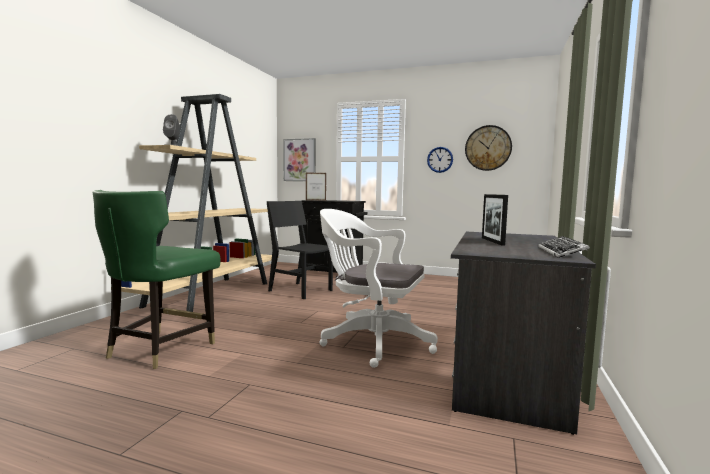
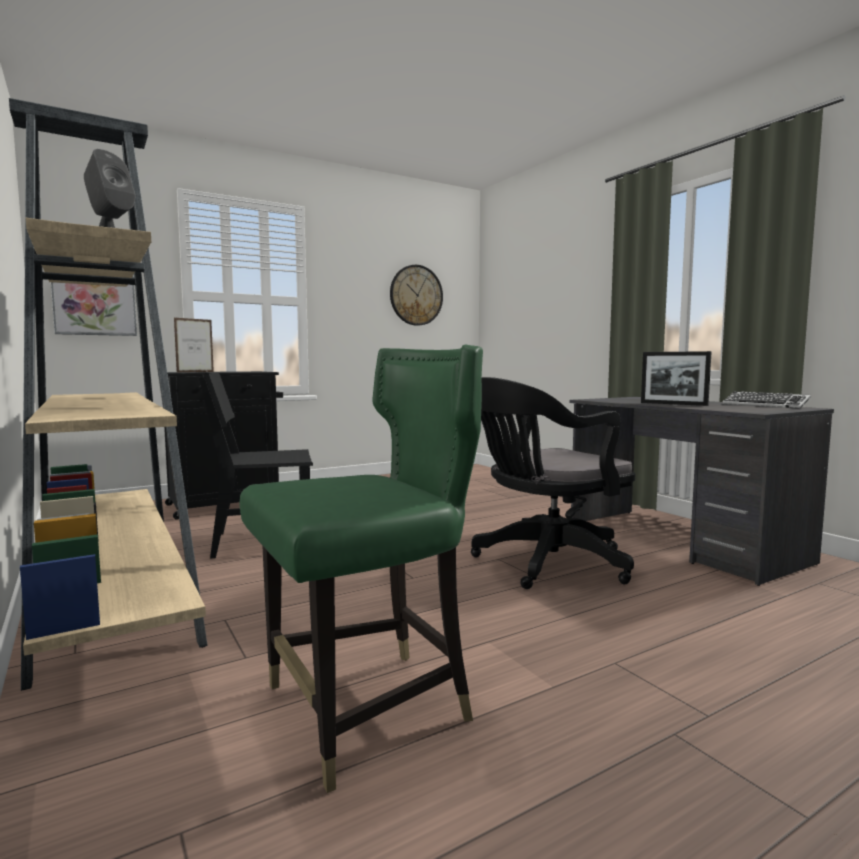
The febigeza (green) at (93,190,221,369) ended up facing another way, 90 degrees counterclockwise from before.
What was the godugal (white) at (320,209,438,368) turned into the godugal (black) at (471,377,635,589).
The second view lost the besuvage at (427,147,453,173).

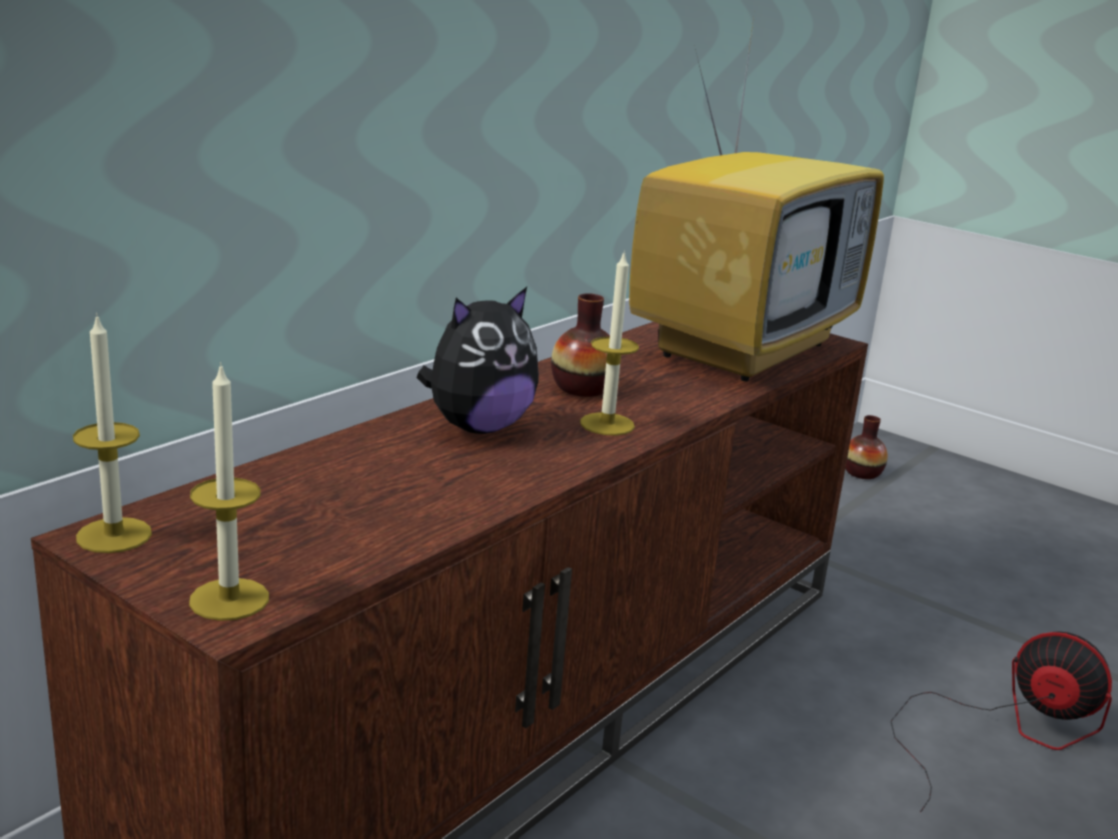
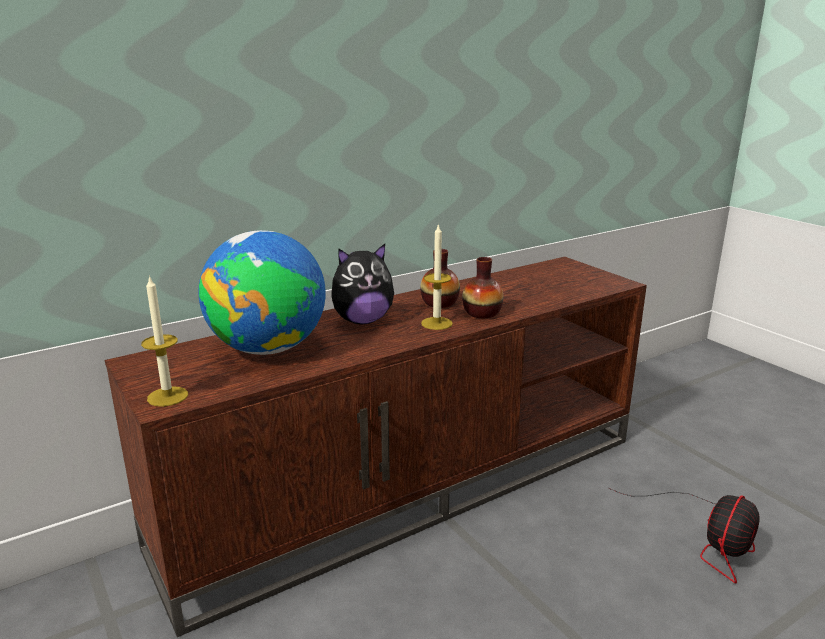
The second view gained the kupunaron at (198,230,326,355).
The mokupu ended up elsewhere, having gone from (845,415,888,479) to (462,257,504,318).
The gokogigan at (891,631,1112,812) ended up facing another way, 75 degrees clockwise from before.
The second view lost the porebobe at (73,313,152,553).
The second view lost the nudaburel at (629,17,884,382).

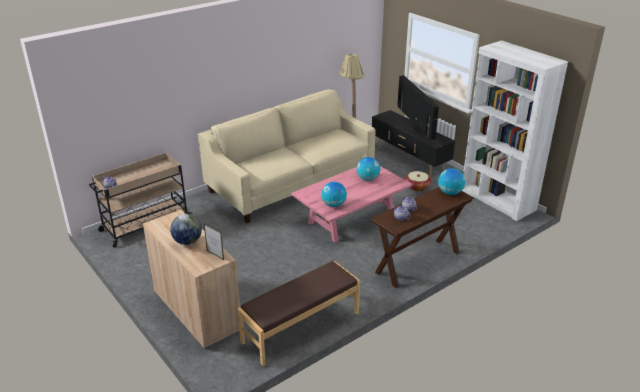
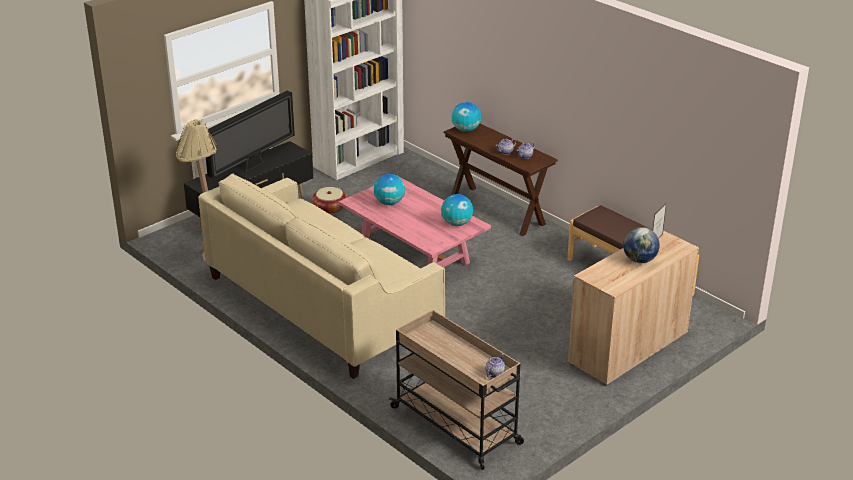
The nudaburel at (397,75,439,140) ended up facing another way, 150 degrees clockwise from before.

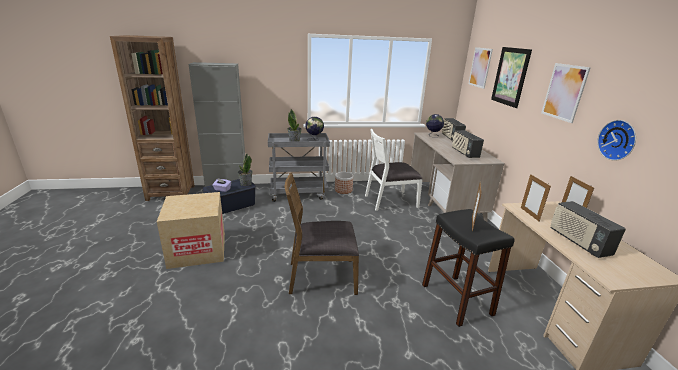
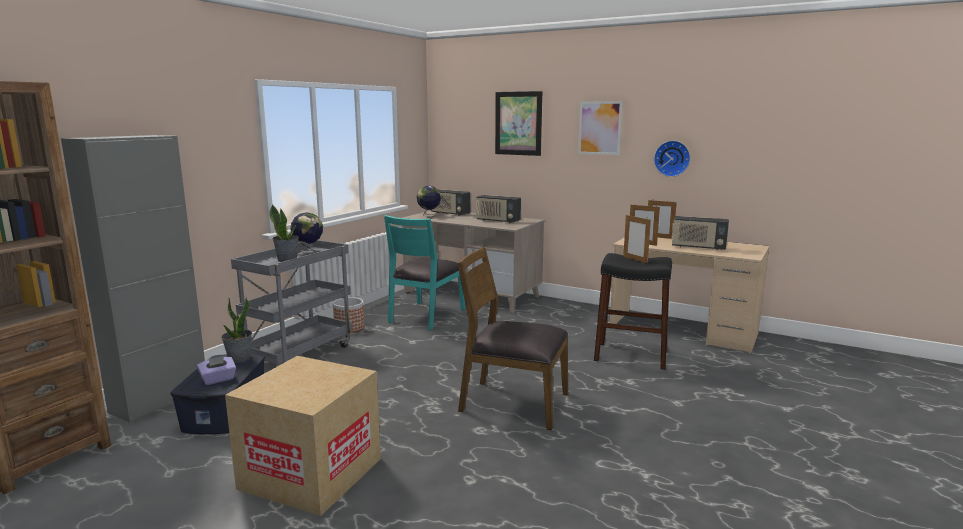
What was the febigeza (white) at (365,129,422,211) turned into the febigeza (turquoise) at (384,215,465,330).
The febigeza (brown) at (285,173,359,295) ended up facing another way, 75 degrees clockwise from before.
The second view lost the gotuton at (469,47,493,89).

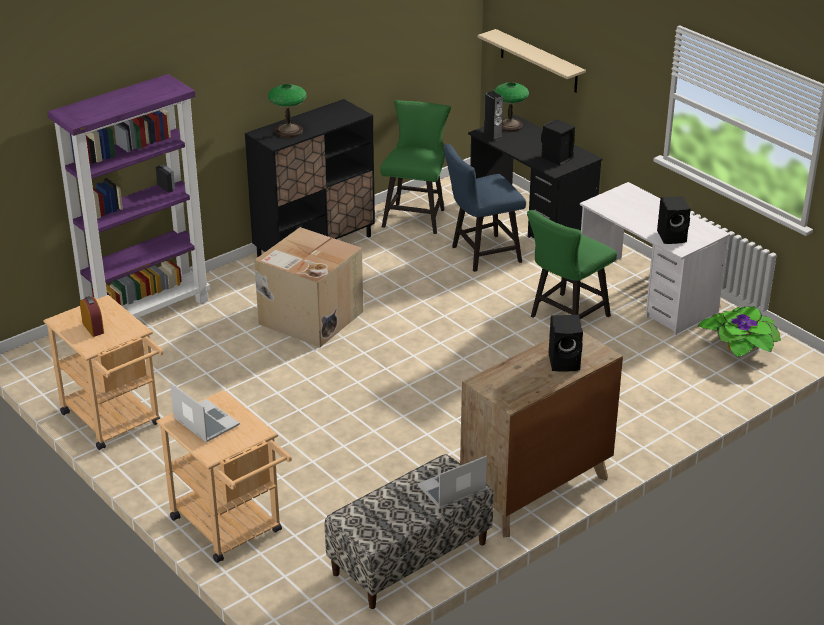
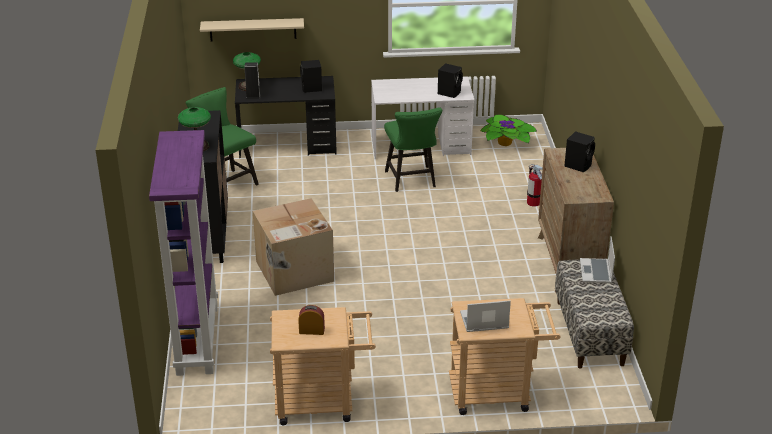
The second view gained the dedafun at (527,164,543,206).
The second view lost the febigeza (blue) at (444,144,526,272).

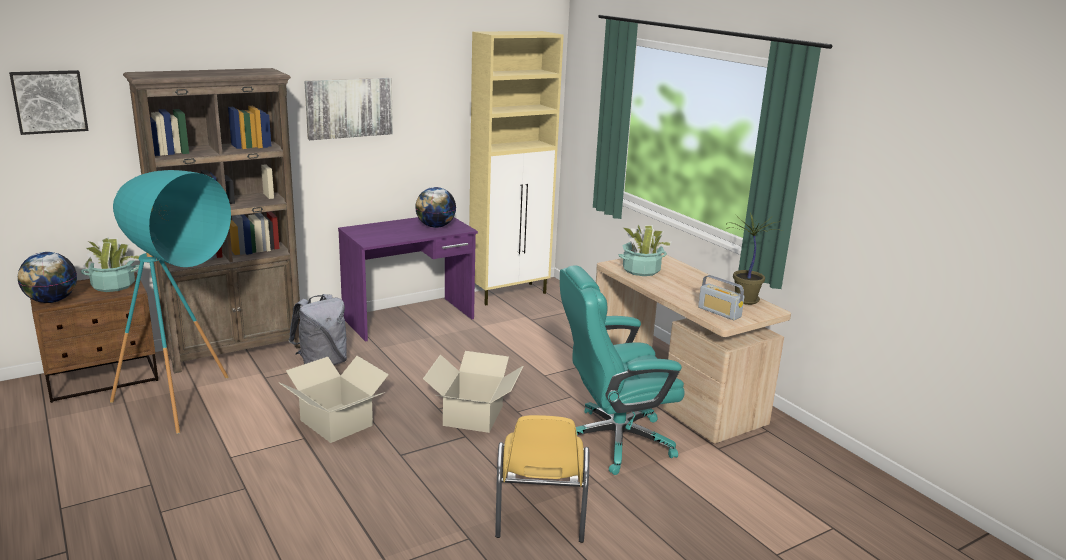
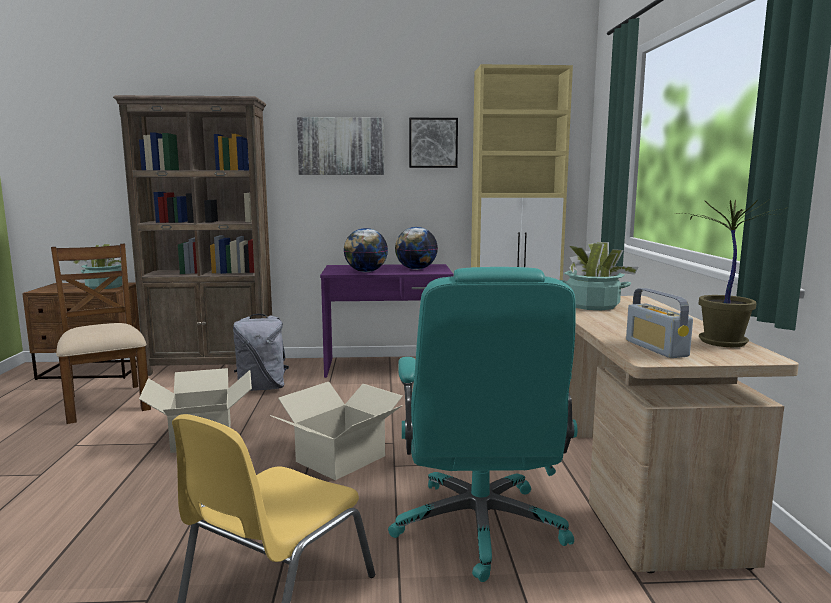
Where the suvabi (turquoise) stood at (110,170,231,434), the febigeza (brown) came to stand at (51,244,151,424).
The kupunaron ended up elsewhere, having gone from (18,252,77,303) to (344,228,388,272).
The godugal (turquoise) at (560,265,685,475) ended up facing another way, 105 degrees counterclockwise from before.
The gotuton ended up elsewhere, having gone from (9,70,89,135) to (409,118,458,168).

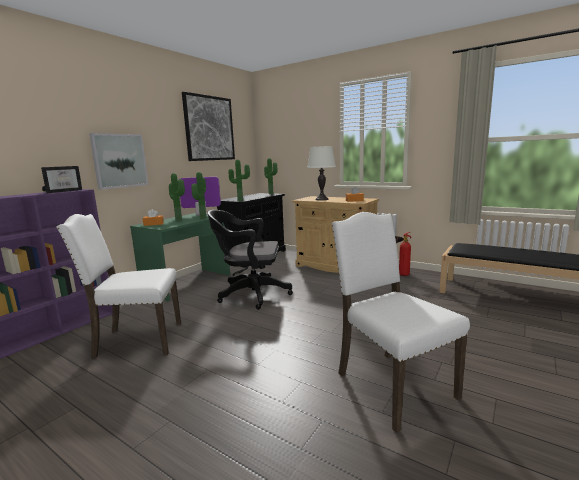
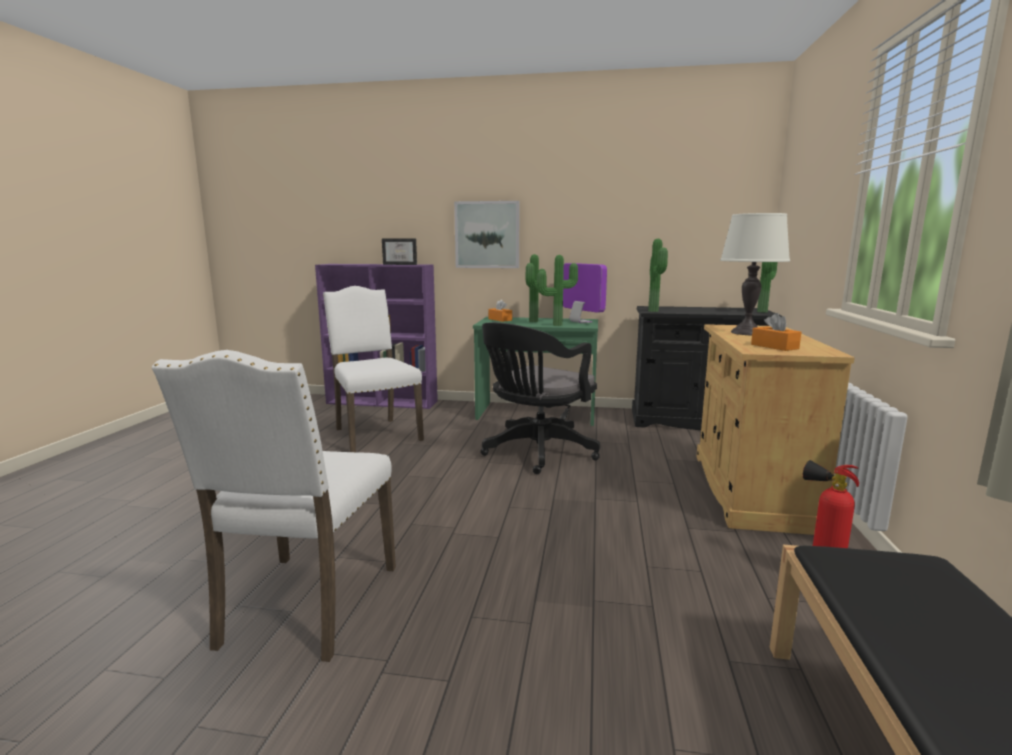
The febigeza (white) at (332,212,470,433) ended up facing another way, 150 degrees clockwise from before.
The godugal (black) at (207,210,293,310) ended up facing another way, 120 degrees counterclockwise from before.
The second view lost the gotuton at (182,92,235,161).

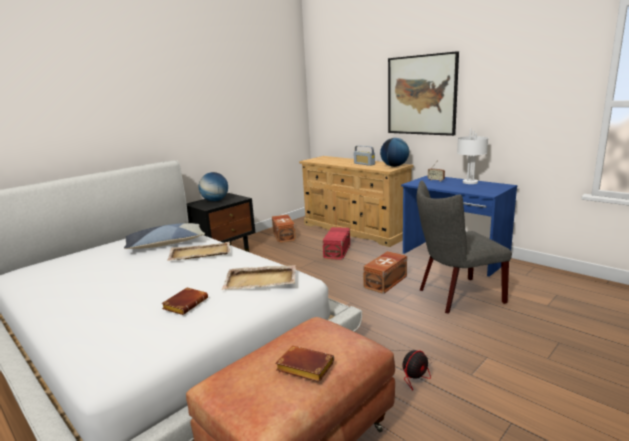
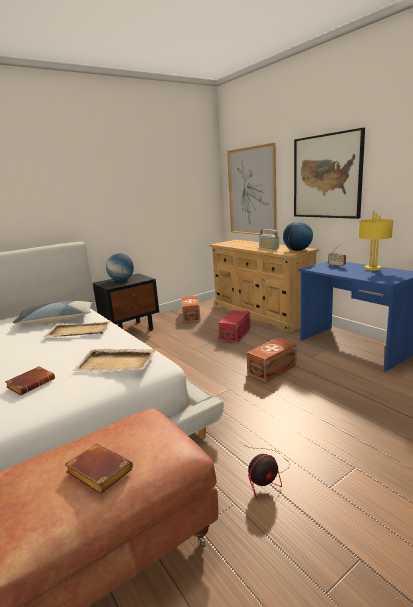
The second view gained the gotuton at (227,143,277,235).
What was the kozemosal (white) at (457,129,488,184) turned into the kozemosal (yellow) at (359,210,393,271).
The second view lost the febigeza (grey) at (417,180,512,314).

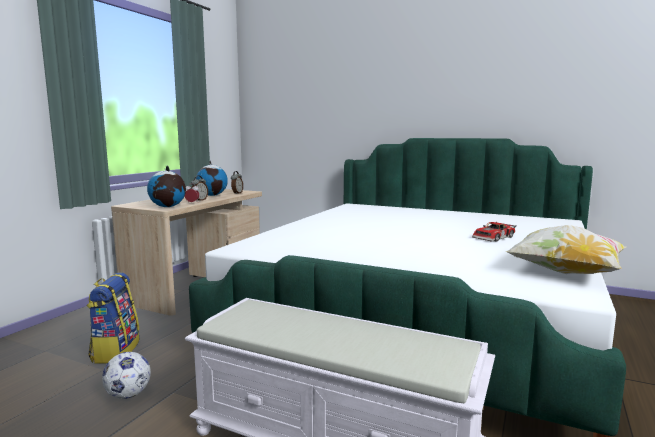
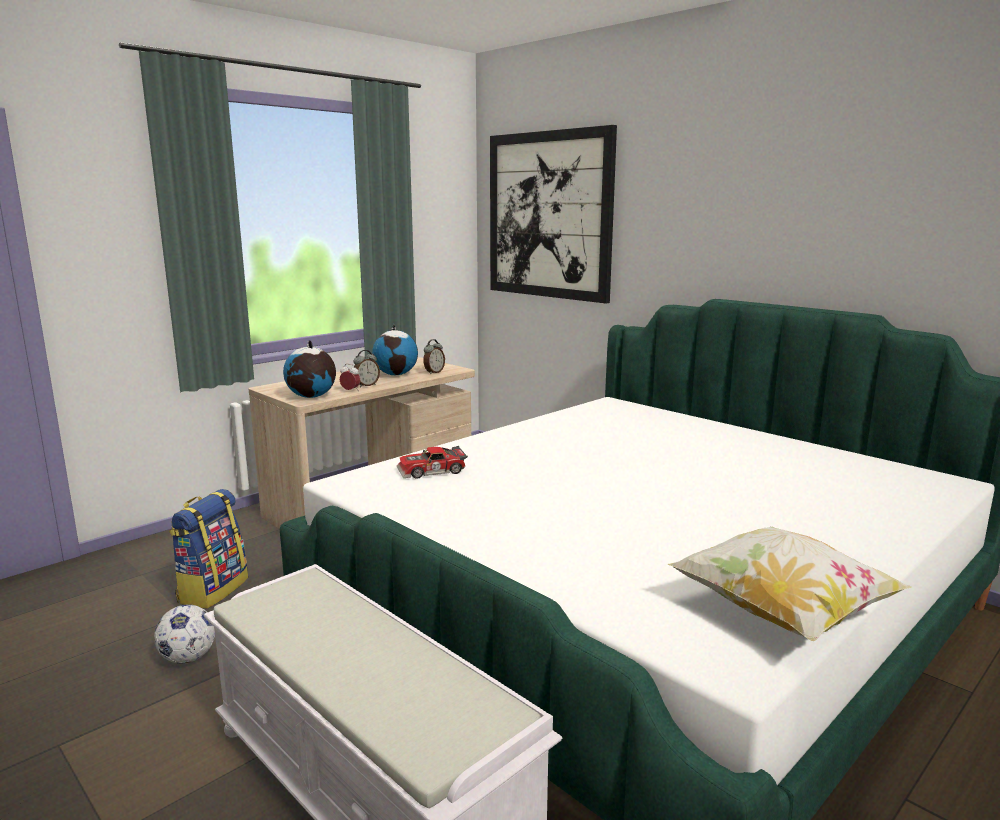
The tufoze ended up elsewhere, having gone from (472,222,517,242) to (397,446,468,479).
The second view gained the gotuton at (490,125,617,303).

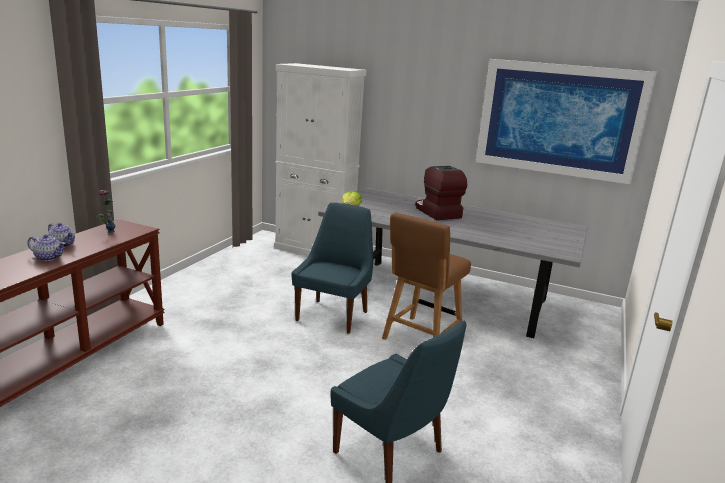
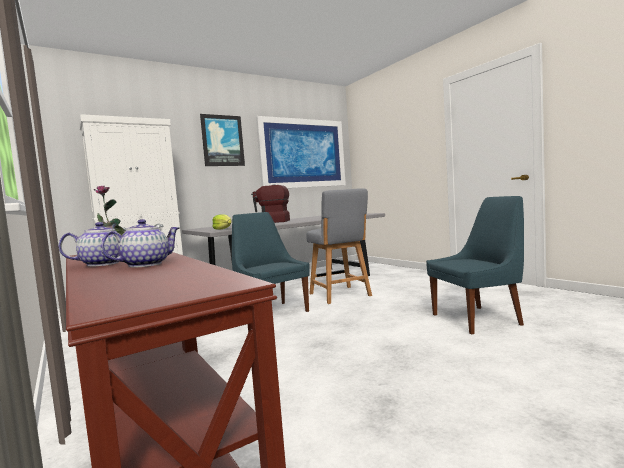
The second view gained the gotuton at (200,114,245,166).
What was the febigeza (brown) at (382,213,471,340) turned into the febigeza (grey) at (306,188,372,304).

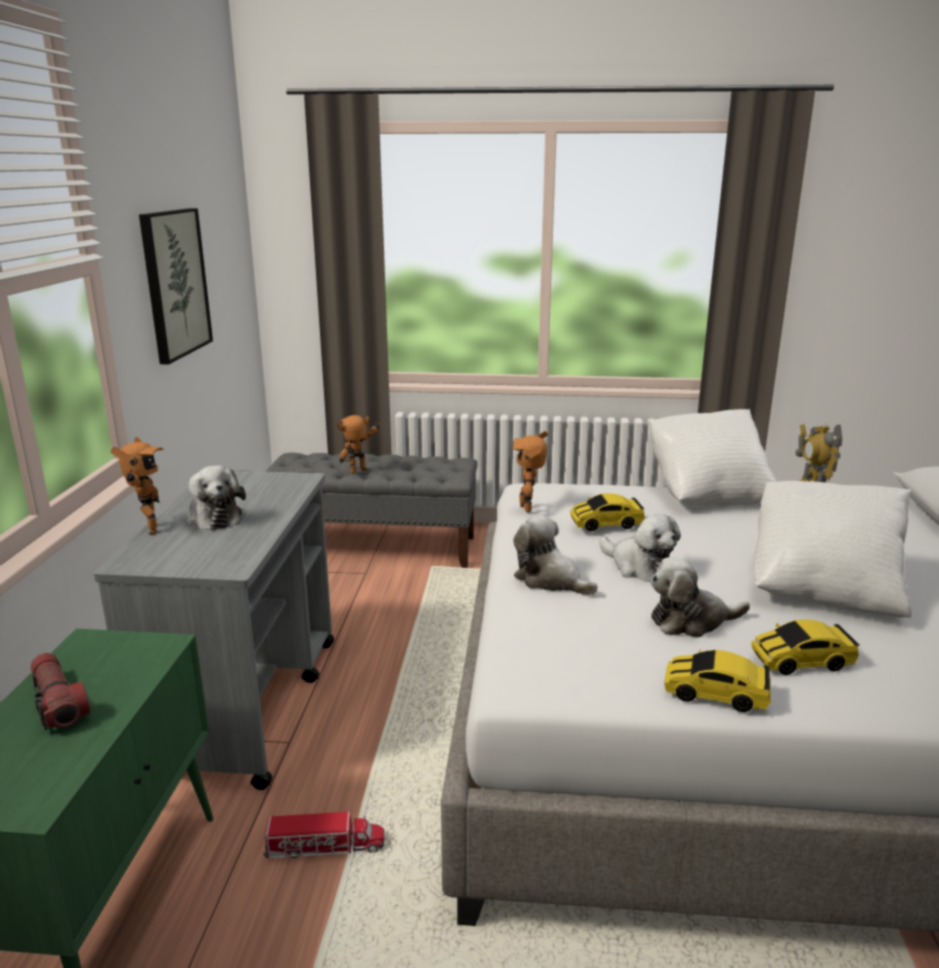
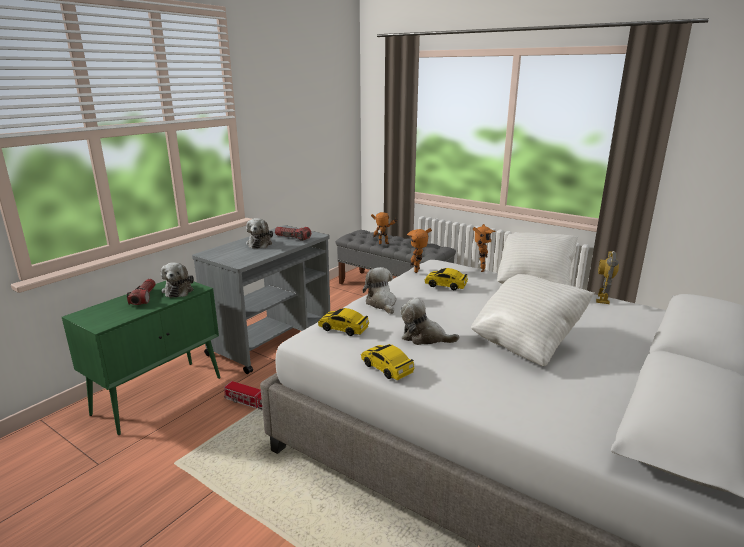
The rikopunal ended up elsewhere, having gone from (599,514,681,582) to (161,262,194,298).
The second view gained the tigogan at (275,227,311,241).
The tufoze ended up elsewhere, having gone from (752,620,860,675) to (318,308,369,336).
The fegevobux ended up elsewhere, having gone from (110,437,163,535) to (473,224,496,272).
The second view lost the gotuton at (139,208,213,364).

